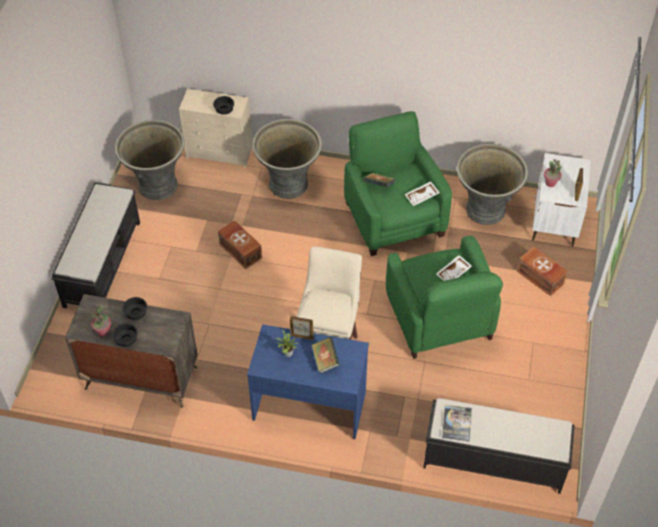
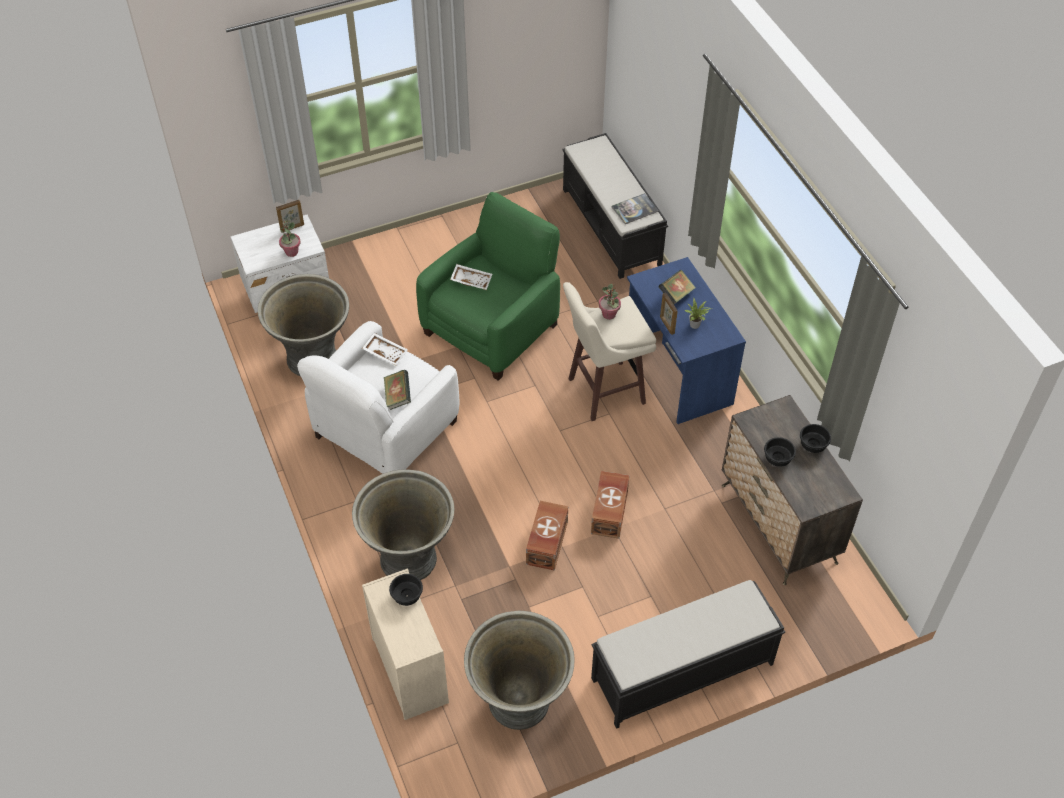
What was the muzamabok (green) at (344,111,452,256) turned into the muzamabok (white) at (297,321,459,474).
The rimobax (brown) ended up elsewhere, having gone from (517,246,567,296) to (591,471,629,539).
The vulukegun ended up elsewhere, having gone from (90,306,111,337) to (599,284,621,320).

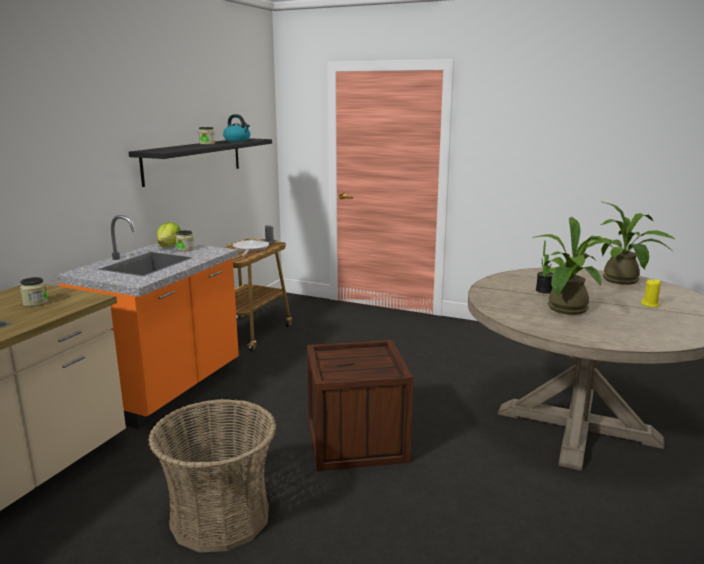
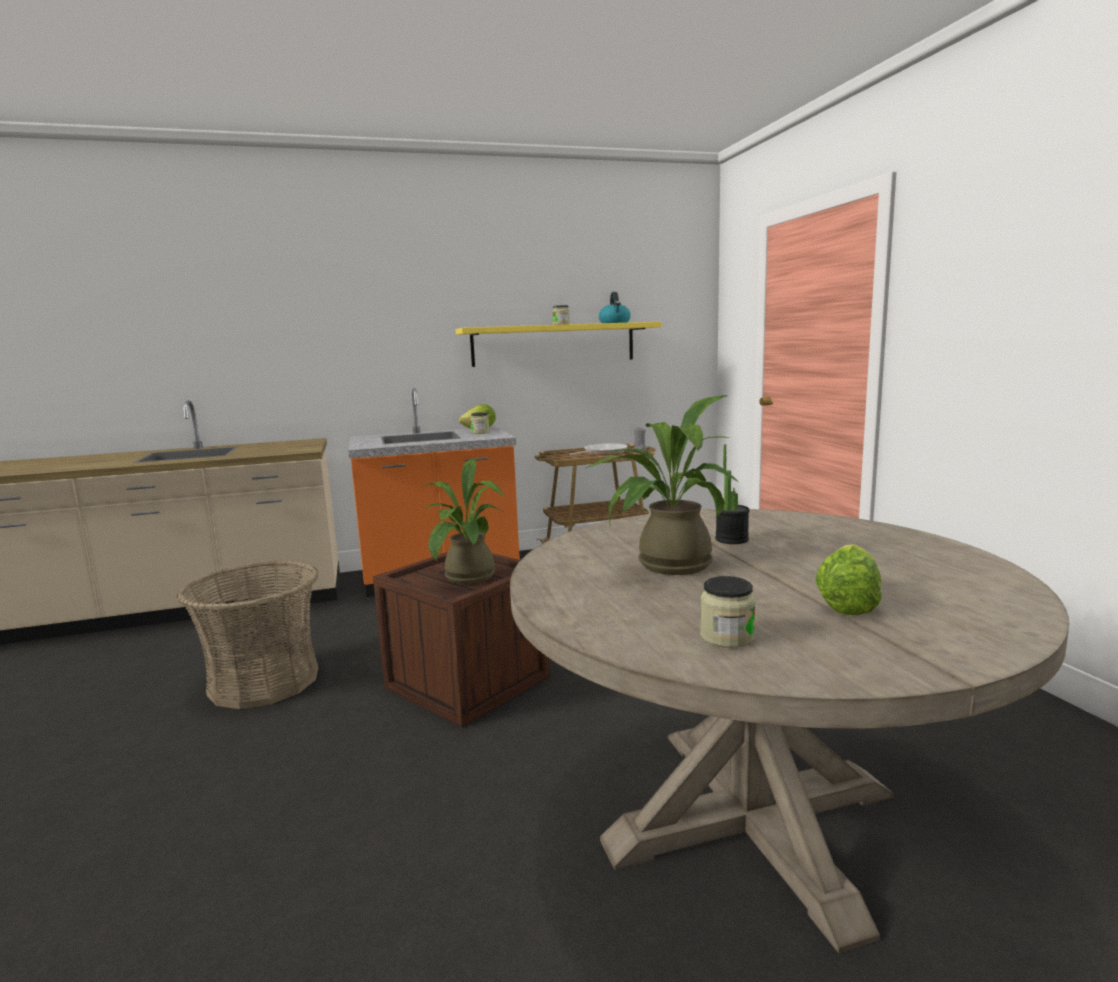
The vulukegun ended up elsewhere, having gone from (587,202,675,285) to (421,458,505,584).
What was the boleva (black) at (129,138,272,187) turned into the boleva (yellow) at (456,322,662,367).
The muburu ended up elsewhere, having gone from (20,277,48,307) to (700,576,756,648).
Where the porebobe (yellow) stood at (641,279,661,307), the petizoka came to stand at (815,544,882,615).

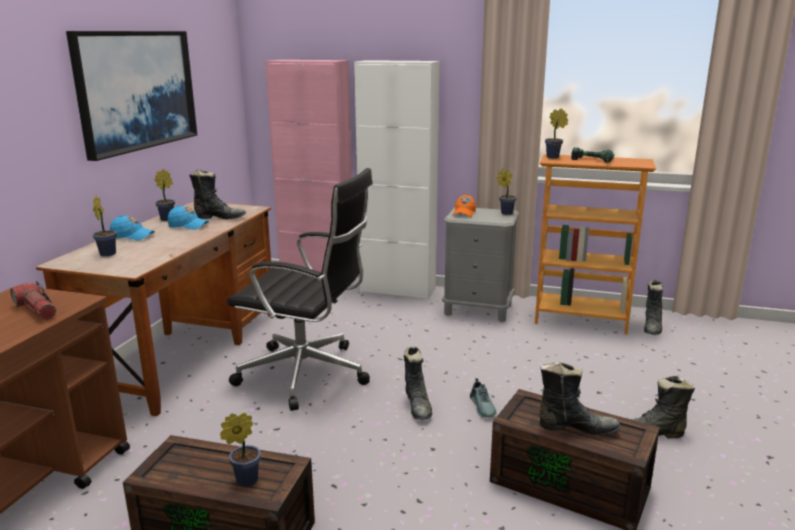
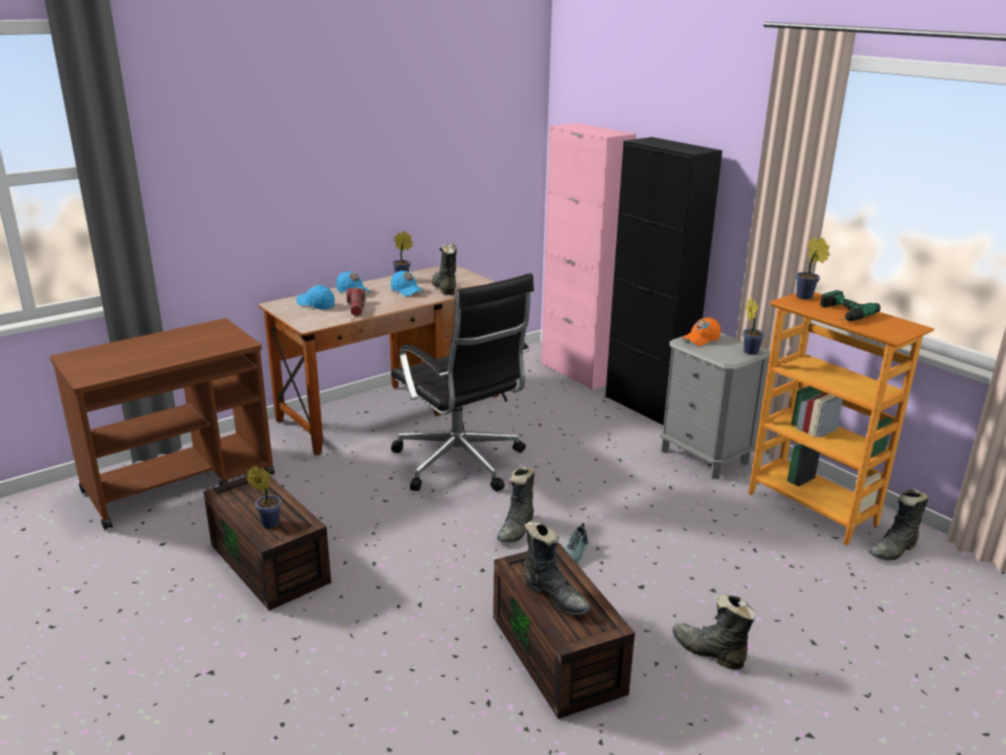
Where the vulukegun stood at (93,195,117,256), the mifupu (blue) came to stand at (296,285,335,310).
The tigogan ended up elsewhere, having gone from (11,281,56,320) to (346,287,365,316).
The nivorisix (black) at (189,170,246,219) ended up facing another way, 150 degrees counterclockwise from before.
What was the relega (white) at (354,60,440,300) turned into the relega (black) at (605,137,722,426).
The second view lost the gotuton at (66,31,197,161).

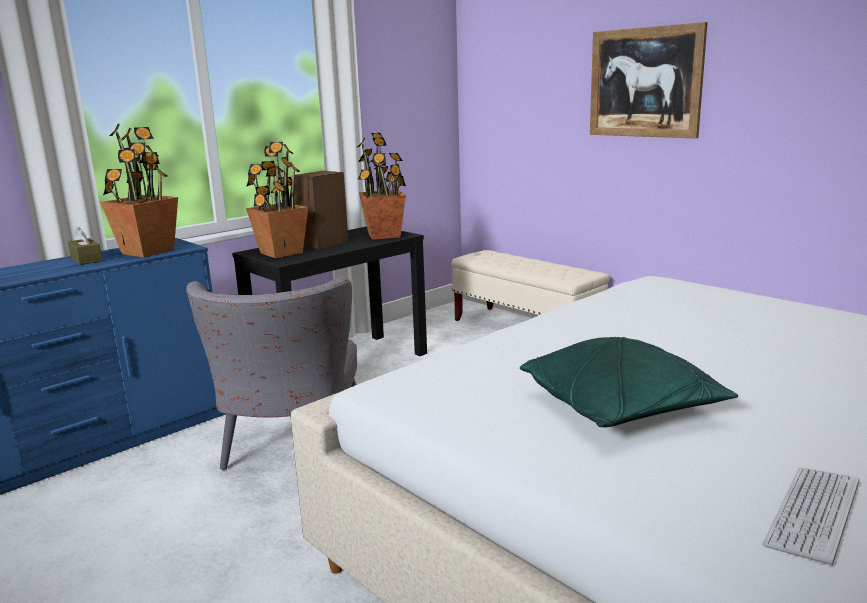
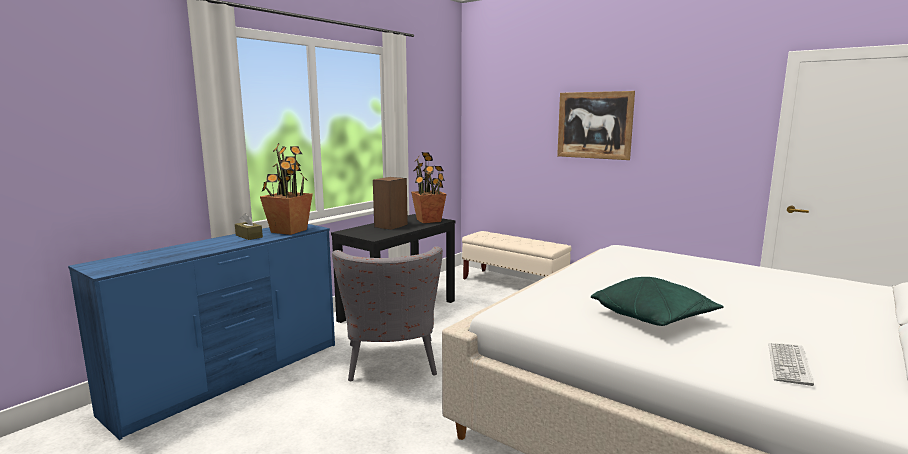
The second view lost the vulukegun at (246,142,308,258).

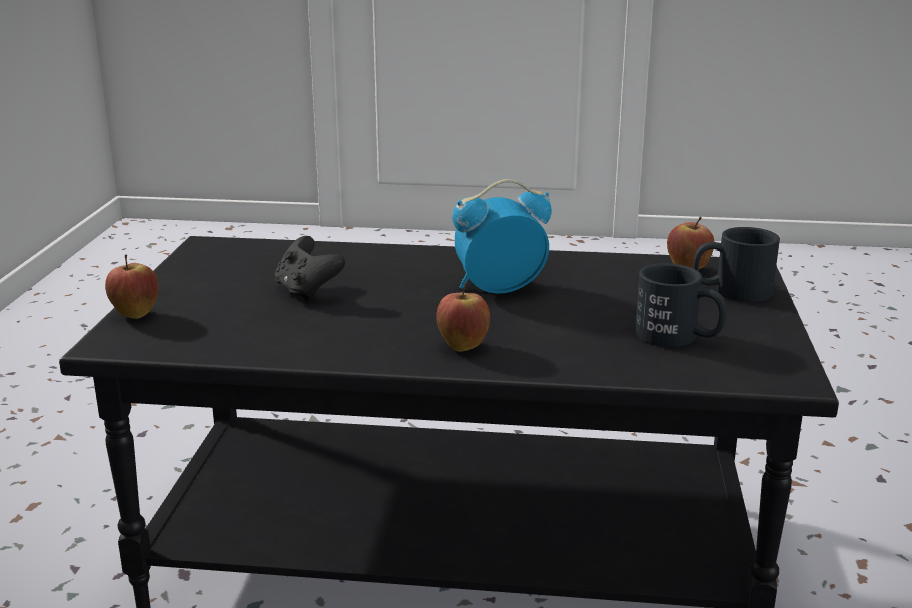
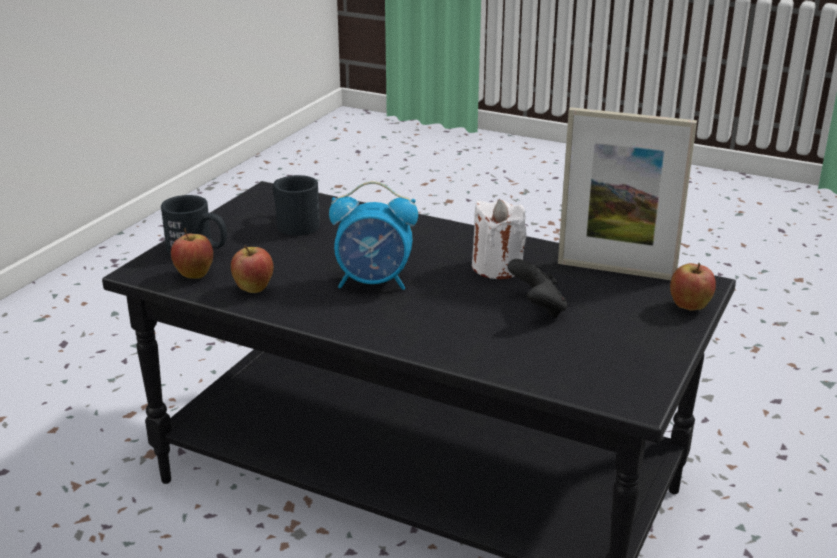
The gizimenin ended up elsewhere, having gone from (436,283,490,352) to (231,245,274,293).
The second view gained the porebobe (white) at (472,199,527,279).
The second view gained the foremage at (558,107,697,280).

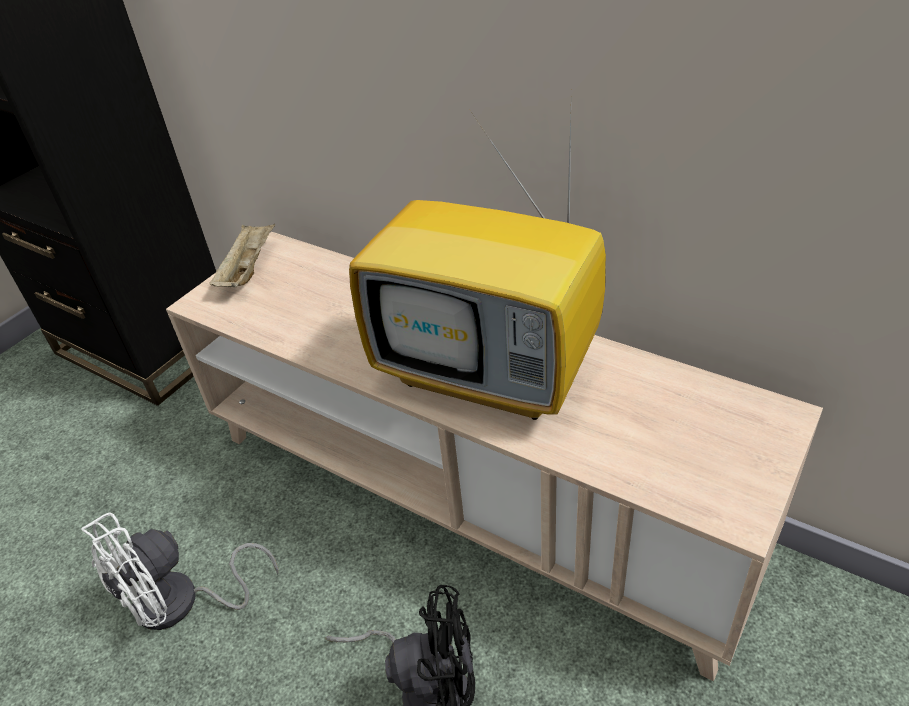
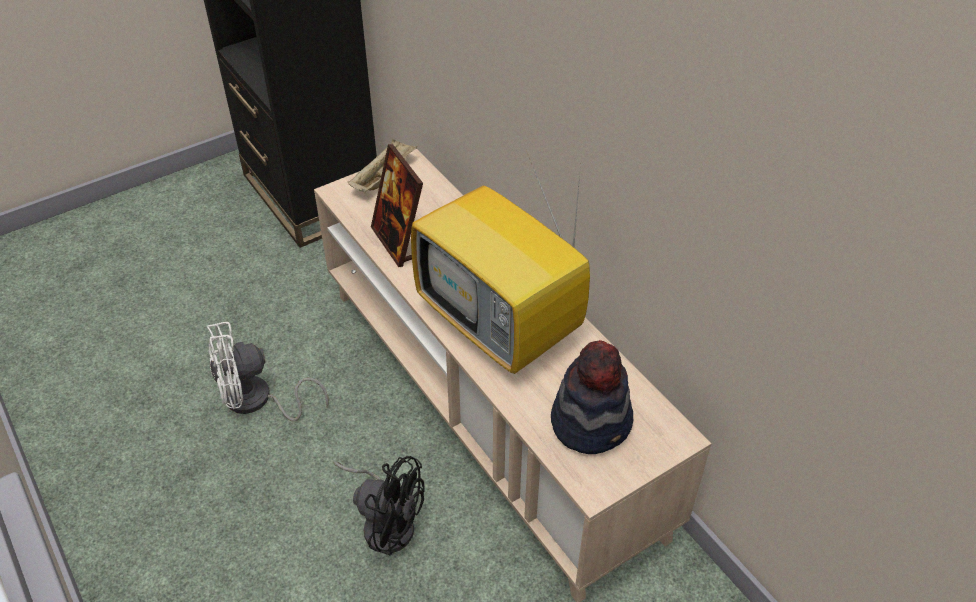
The second view gained the foremage at (371,144,423,267).
The second view gained the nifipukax at (551,340,633,454).

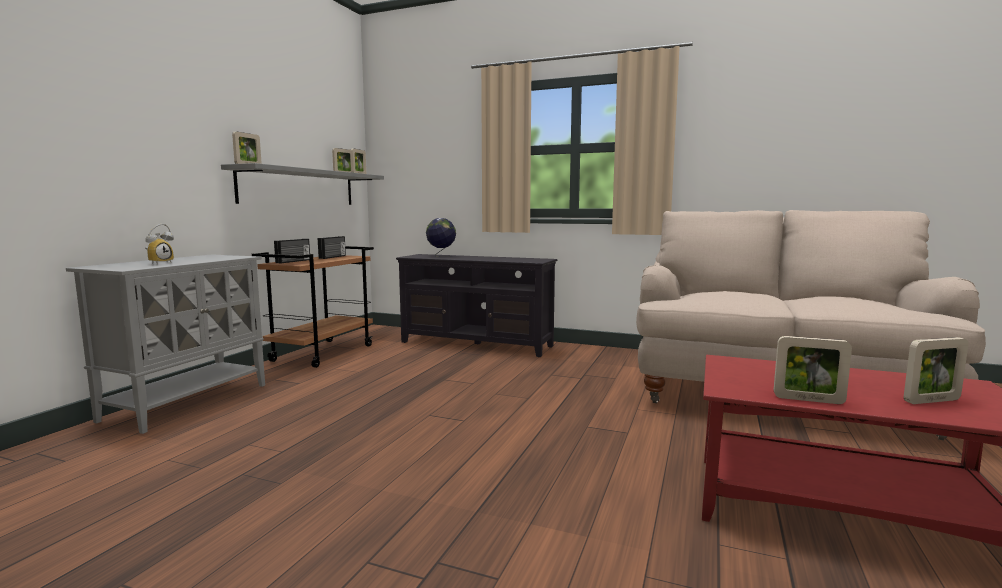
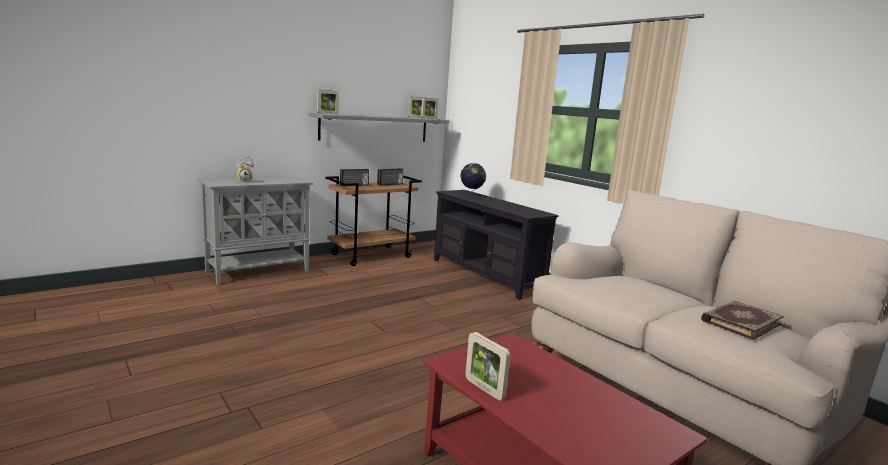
The second view gained the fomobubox at (701,301,784,340).
The second view lost the foremage at (904,337,968,404).

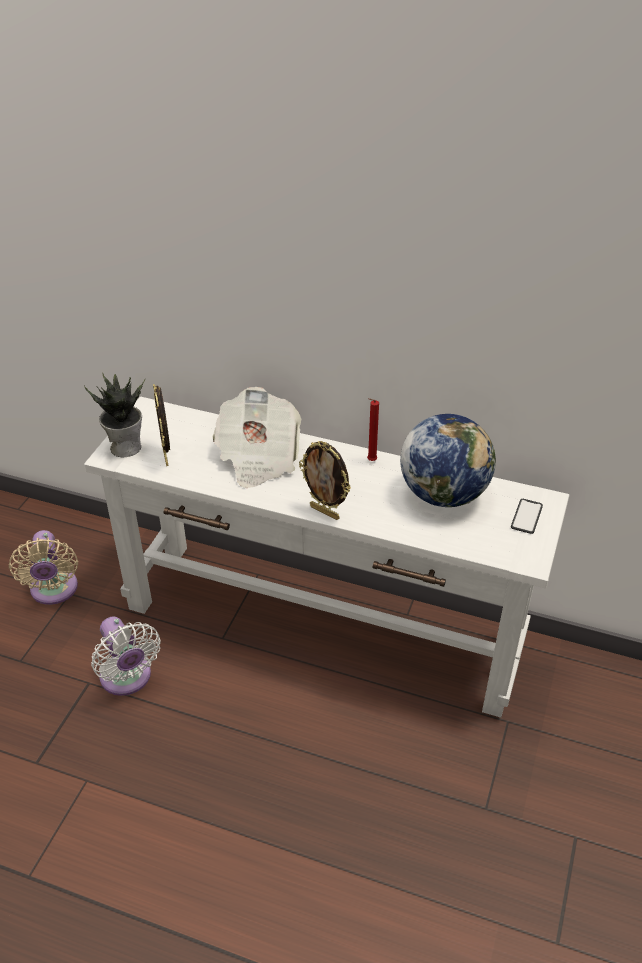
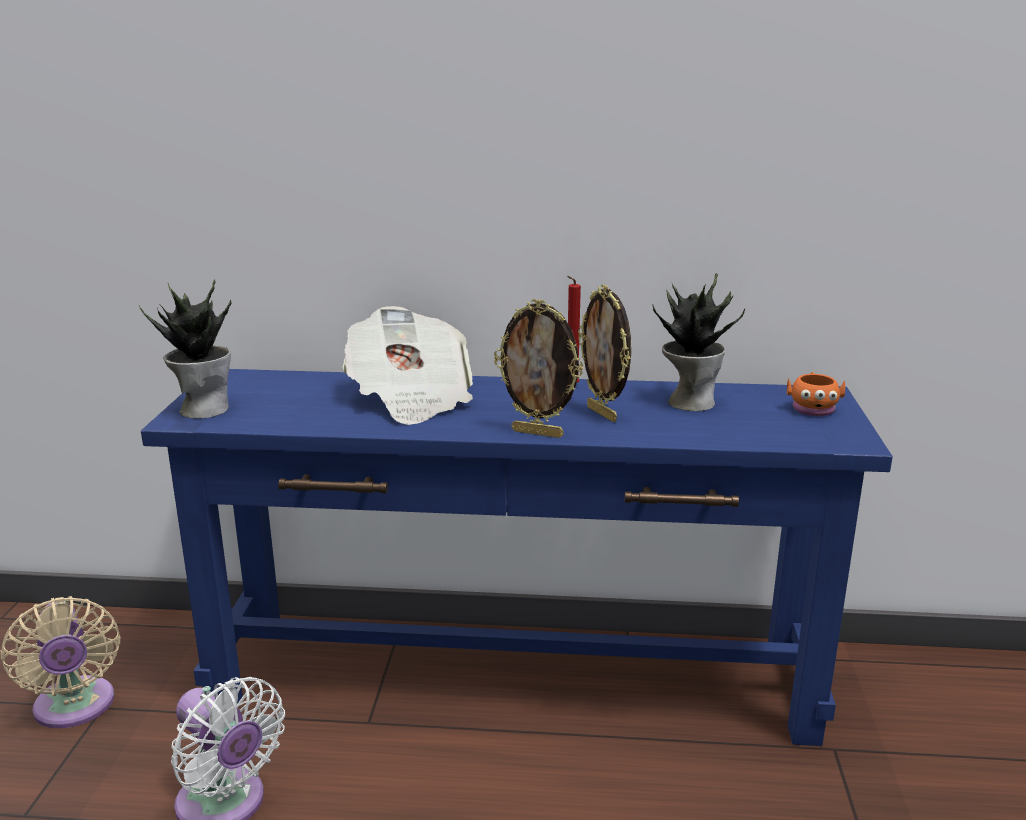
What was the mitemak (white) at (84,397,570,718) turned into the mitemak (blue) at (141,369,893,746).
The foremage ended up elsewhere, having gone from (153,384,170,466) to (578,284,631,422).
Where the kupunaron stood at (400,414,496,507), the vulukegun came to stand at (653,273,745,411).
Where the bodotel stood at (511,499,543,534), the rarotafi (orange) came to stand at (787,372,845,416).

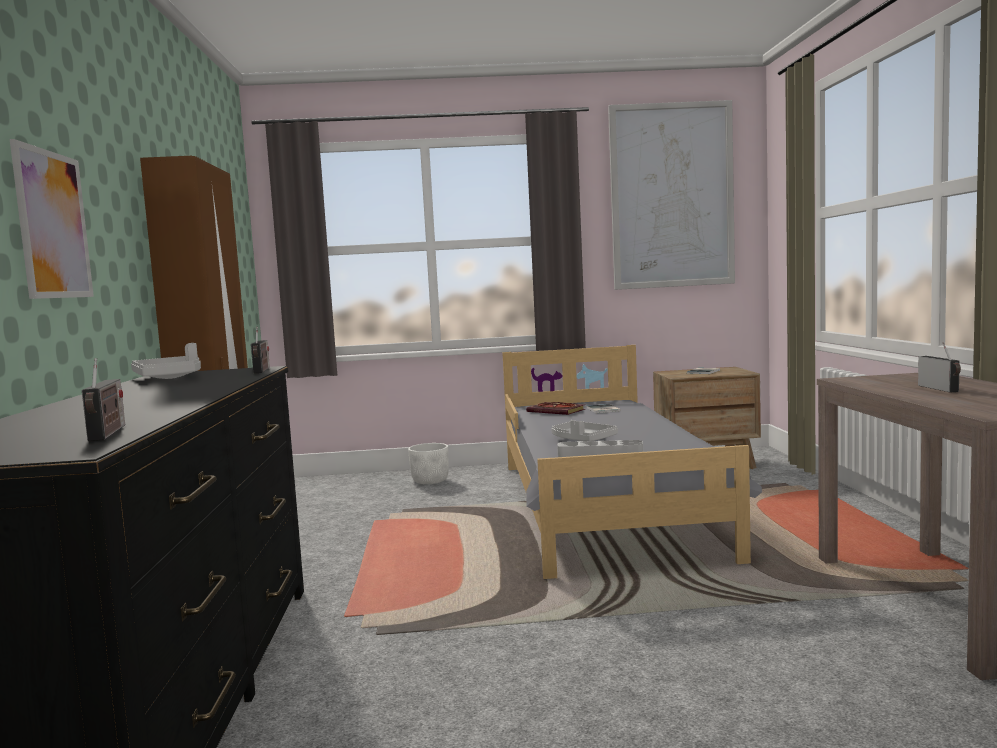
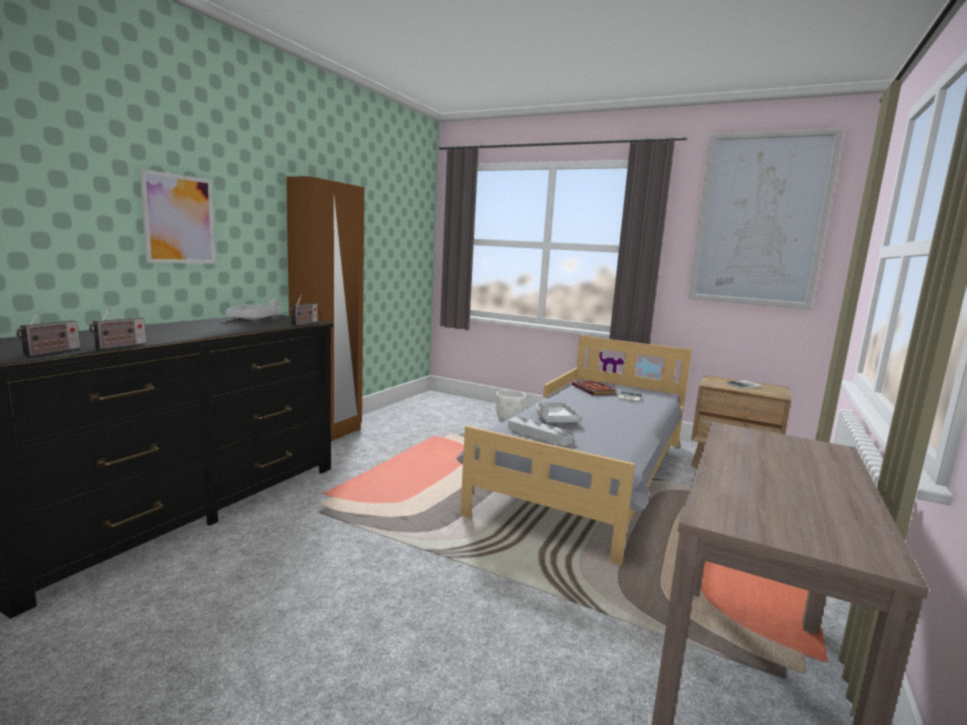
The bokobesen ended up elsewhere, having gone from (918,342,961,392) to (89,305,147,349).

